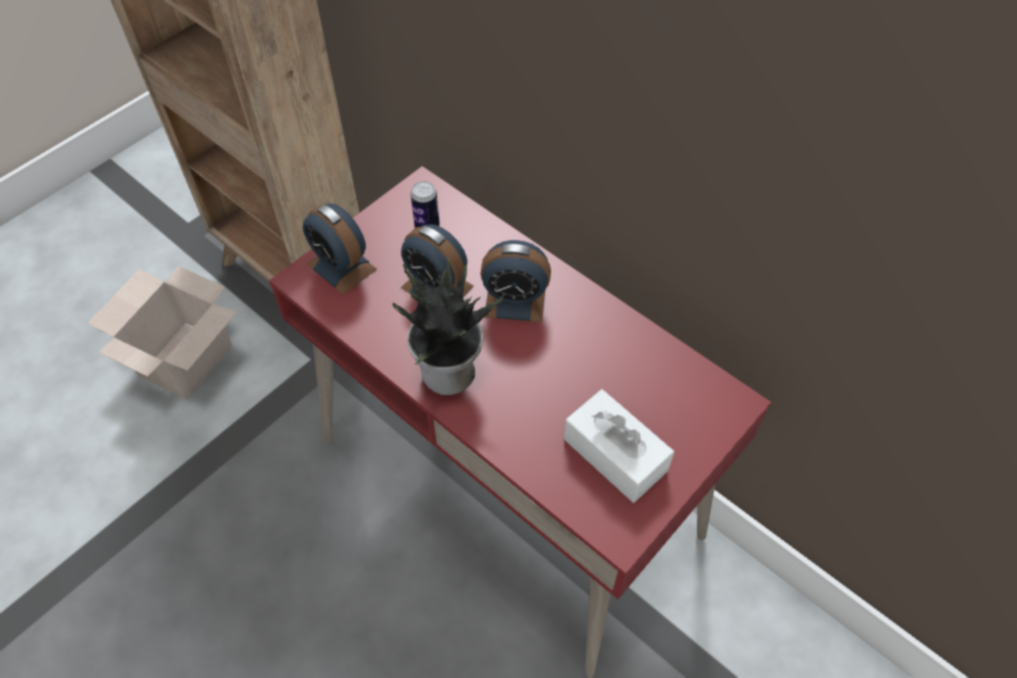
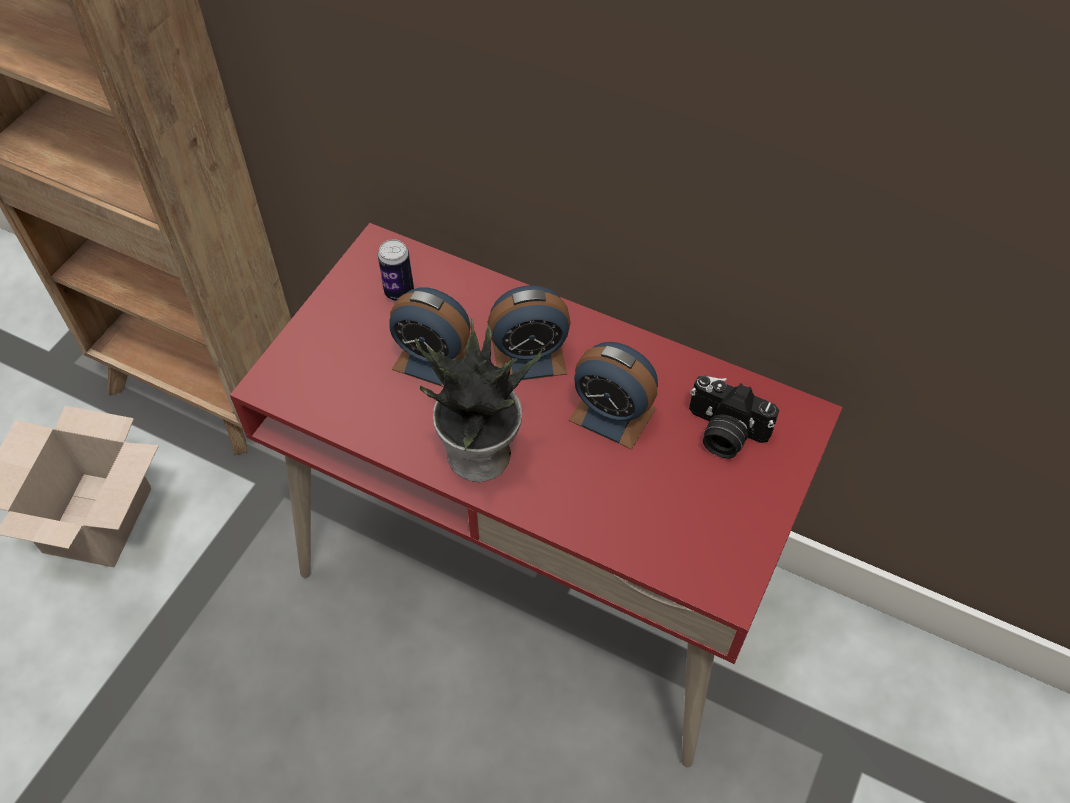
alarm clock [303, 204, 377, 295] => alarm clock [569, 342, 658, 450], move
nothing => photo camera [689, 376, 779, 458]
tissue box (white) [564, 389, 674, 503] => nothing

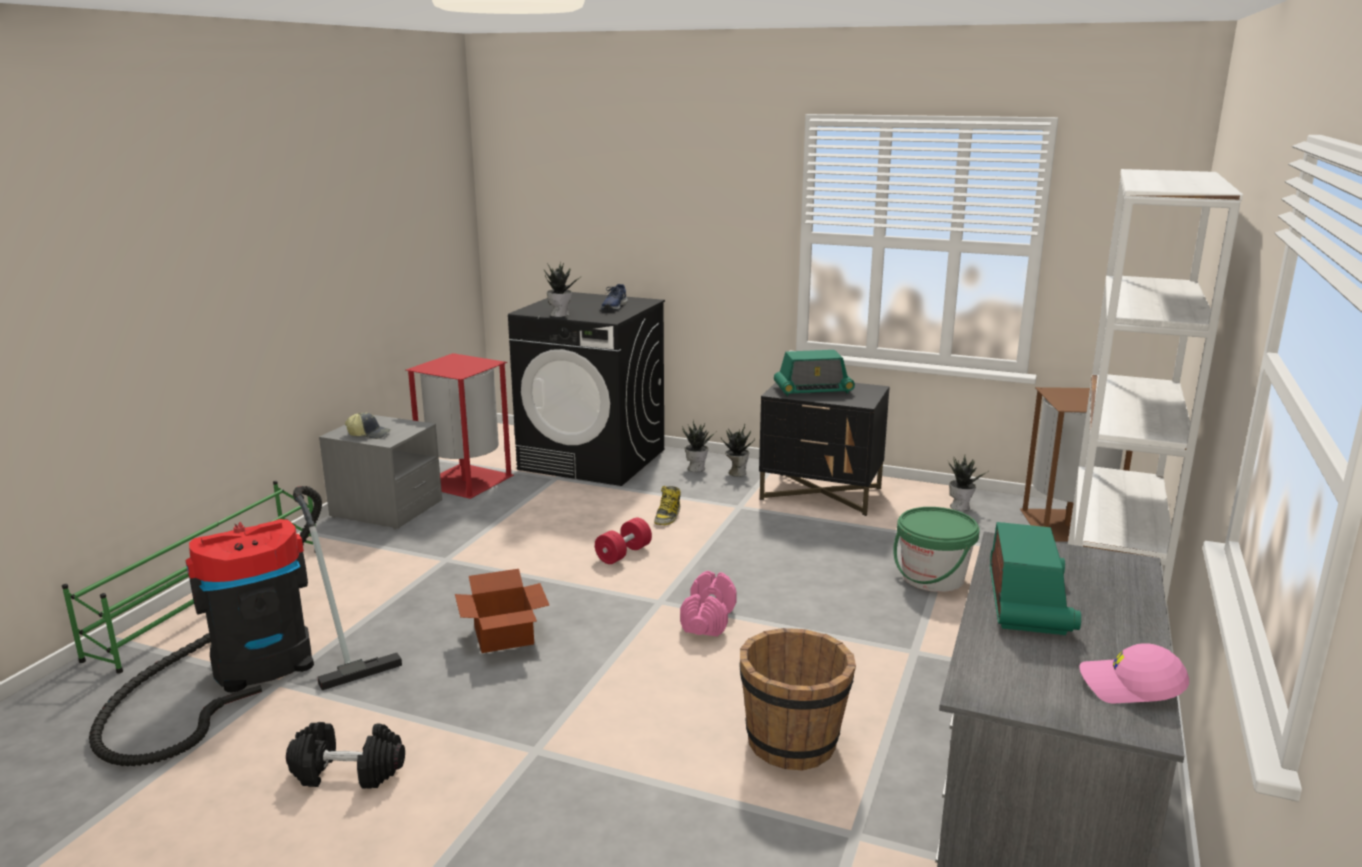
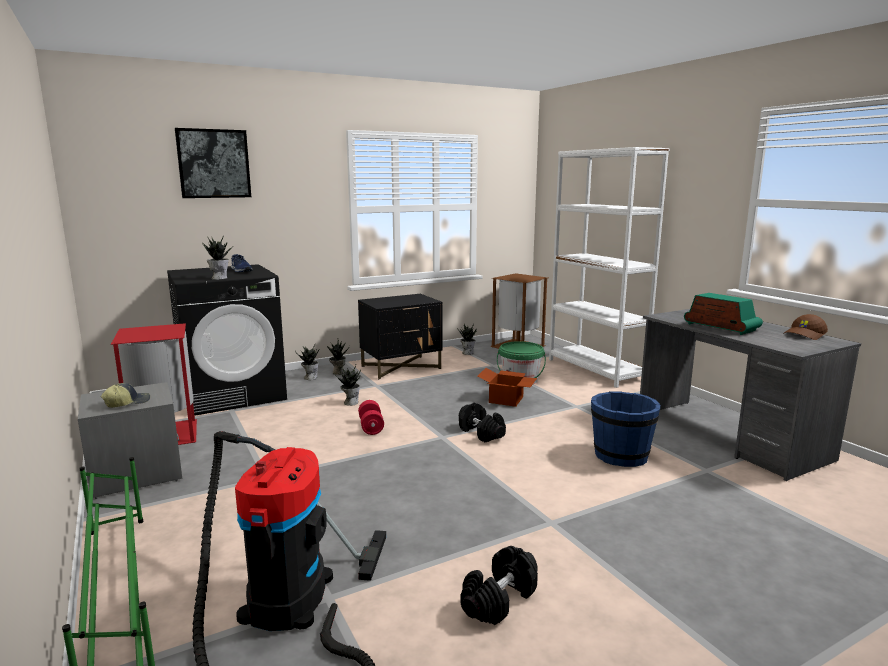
nothing => picture [175, 128, 251, 198]
boot [654, 486, 681, 525] => potted plant [334, 364, 361, 406]
dumbbell (pink) [680, 571, 737, 637] => dumbbell (black) [459, 402, 506, 442]
cardboard box [455, 569, 549, 653] => cardboard box [477, 368, 537, 407], move
bucket (brown) [739, 628, 856, 771] => bucket (blue) [591, 391, 660, 467]
cap (pink) [1080, 643, 1189, 703] => cap (brown) [783, 314, 828, 340]
radio [774, 350, 855, 396] => nothing

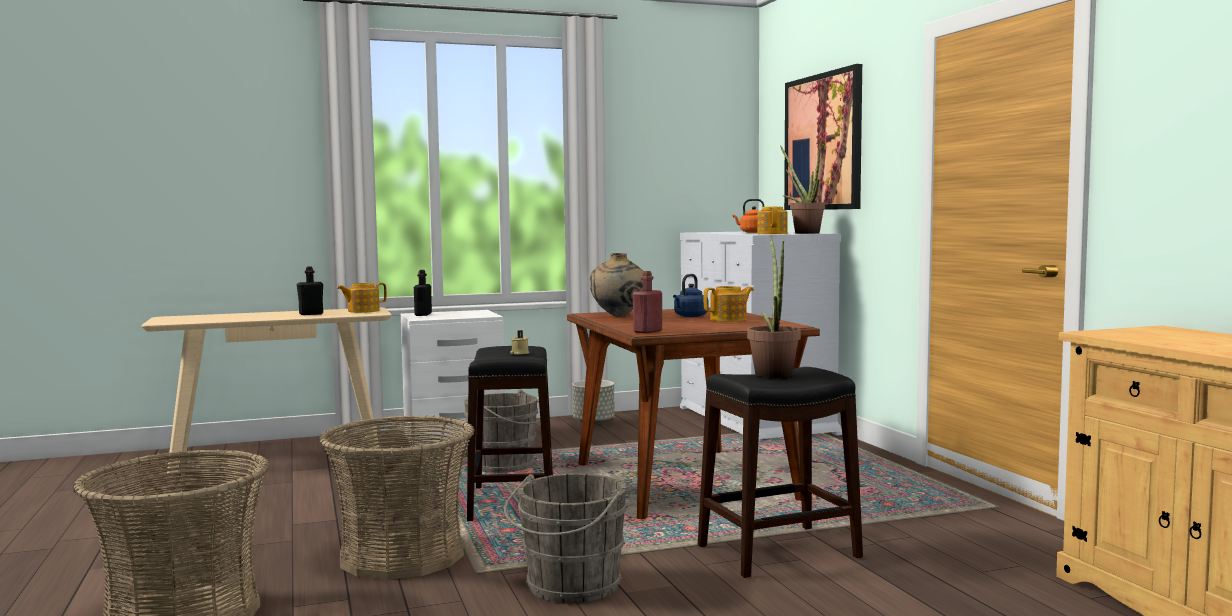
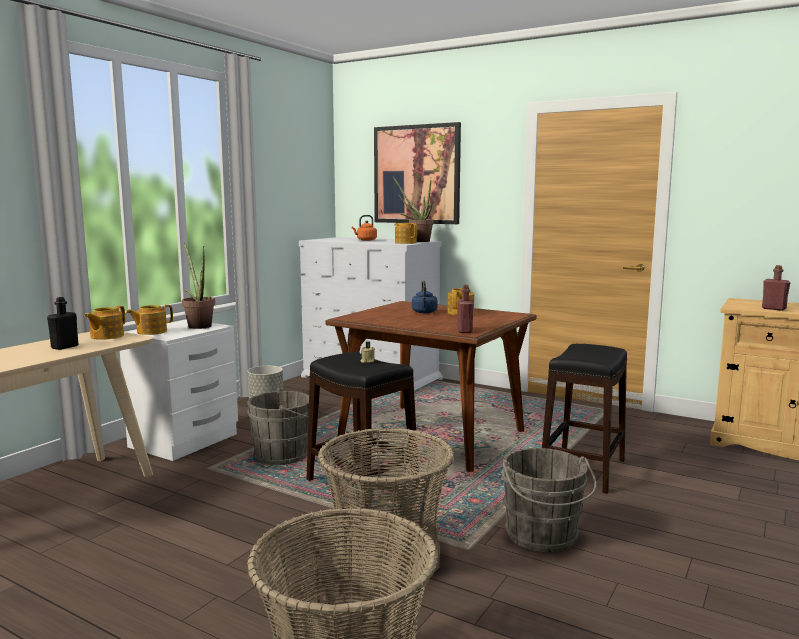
bottle (black) [414, 270, 432, 316] => teapot [126, 305, 173, 335]
potted plant [747, 235, 801, 378] => potted plant [182, 241, 215, 329], move
nothing => bottle (red) [762, 265, 791, 311]
vase (beige) [589, 253, 644, 317] => nothing

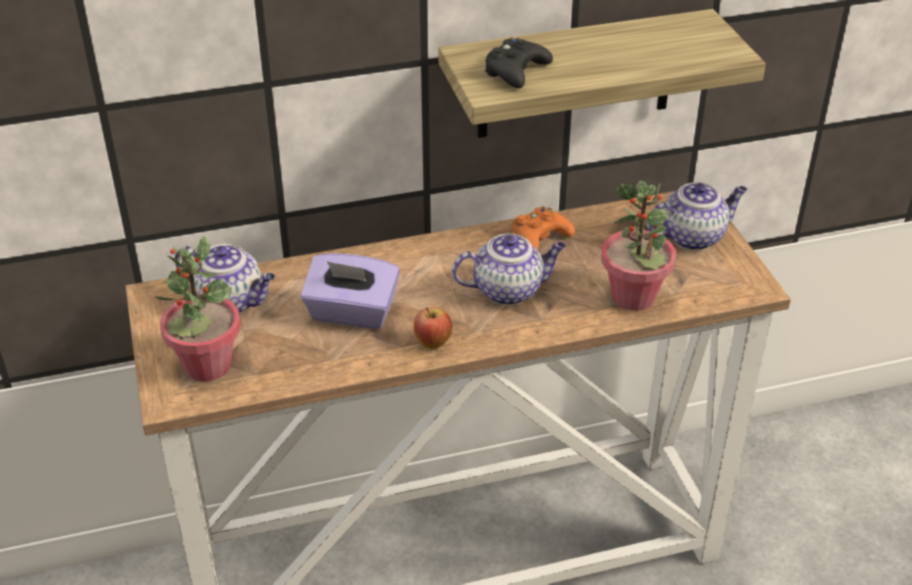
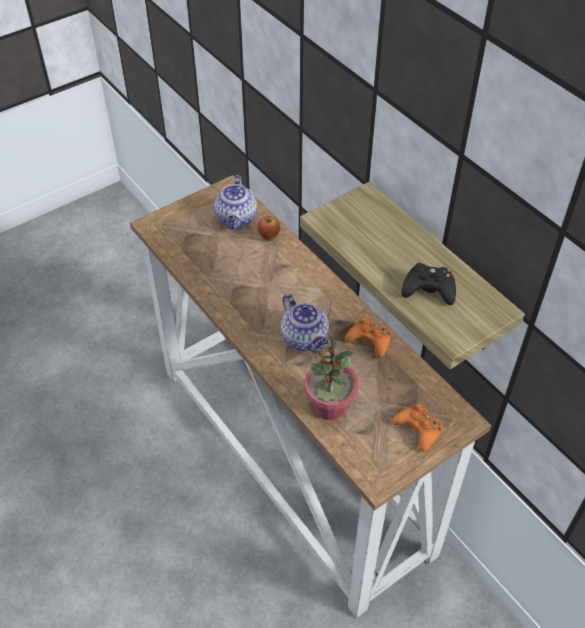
apple [414, 307, 453, 349] => apple [258, 215, 280, 241], move
teapot [647, 182, 747, 251] => game controller (orange) [393, 403, 443, 452]
game controller (black) [485, 37, 553, 88] => game controller (black) [401, 263, 456, 305], move
potted plant [154, 236, 241, 381] => nothing
tissue box (purple) [300, 253, 400, 329] => nothing

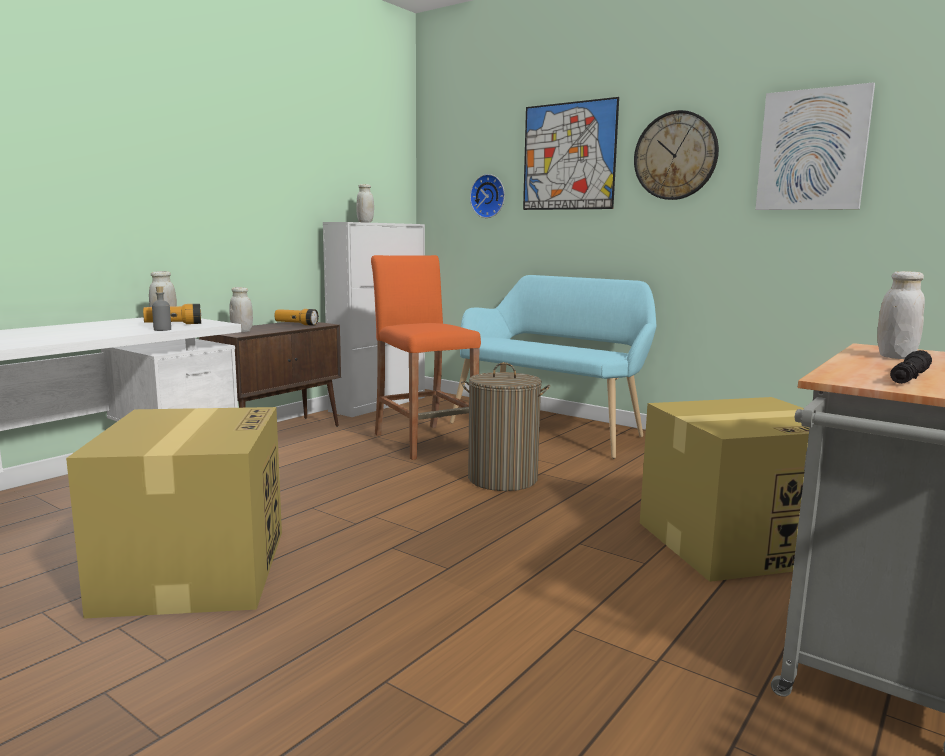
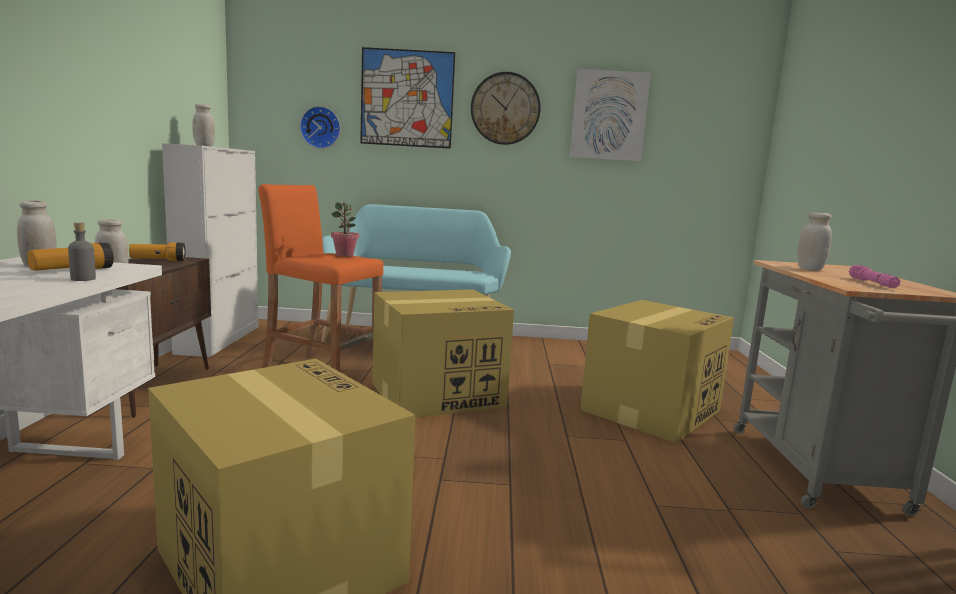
nothing => potted plant [331, 202, 359, 257]
laundry basket [461, 362, 550, 491] => cardboard box [372, 289, 514, 418]
flashlight (black) [890, 350, 932, 384] => flashlight (pink) [849, 265, 900, 288]

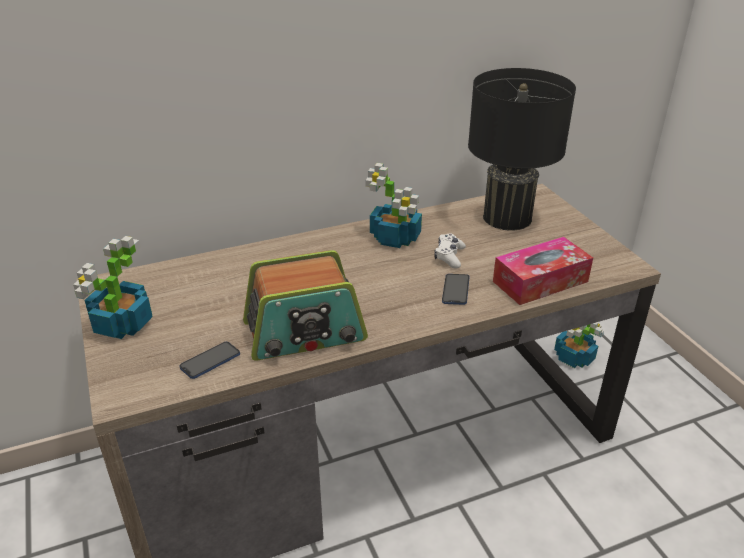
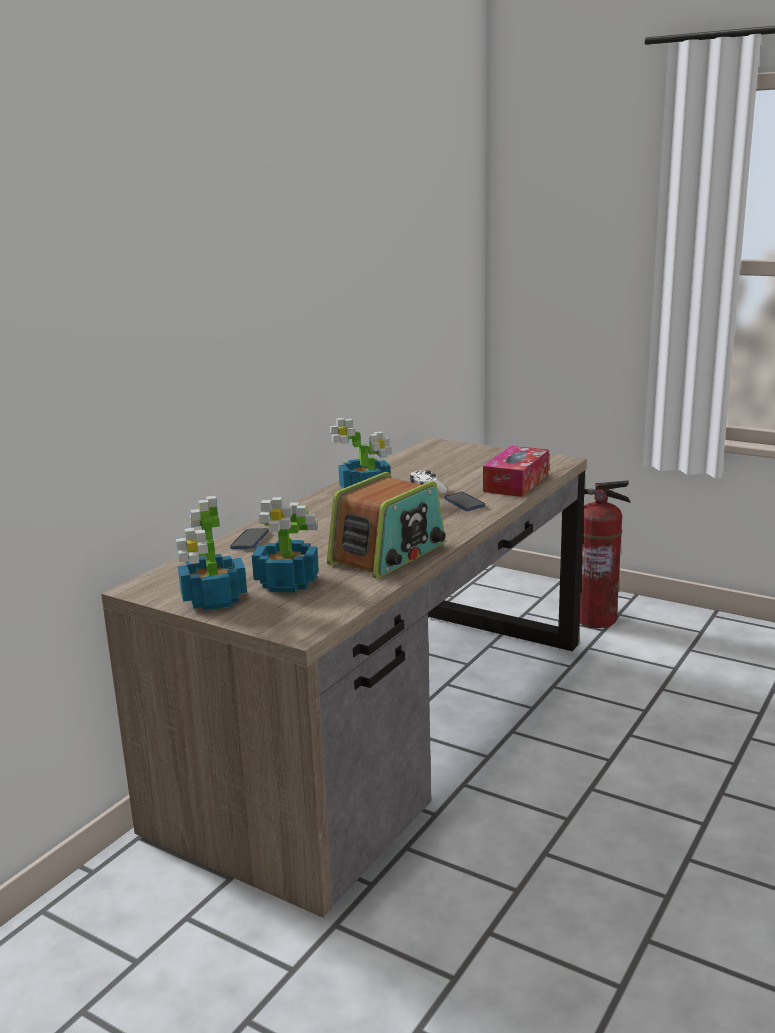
phone [179, 342, 240, 379] => phone [230, 528, 269, 549], move
potted plant [554, 322, 604, 368] => potted plant [252, 497, 319, 592], move
nothing => fire extinguisher [579, 481, 631, 628]
table lamp (black) [468, 68, 576, 231] => nothing

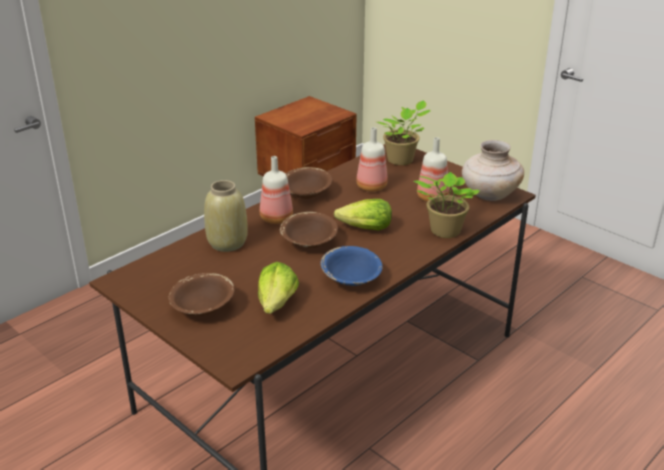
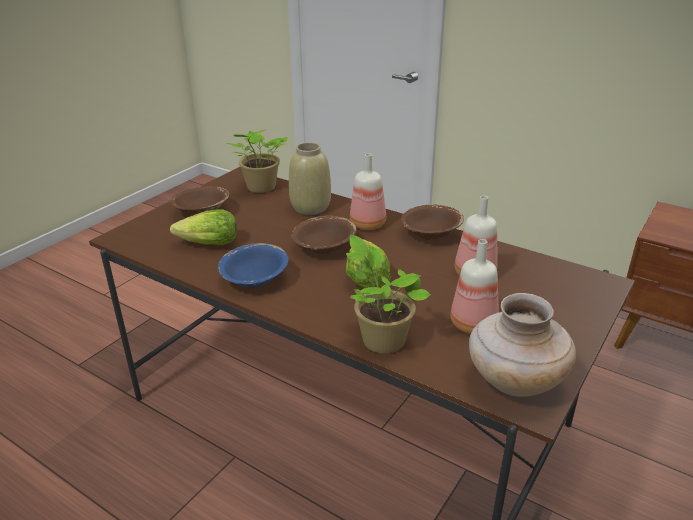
potted plant [377, 100, 430, 165] => potted plant [226, 130, 288, 193], move

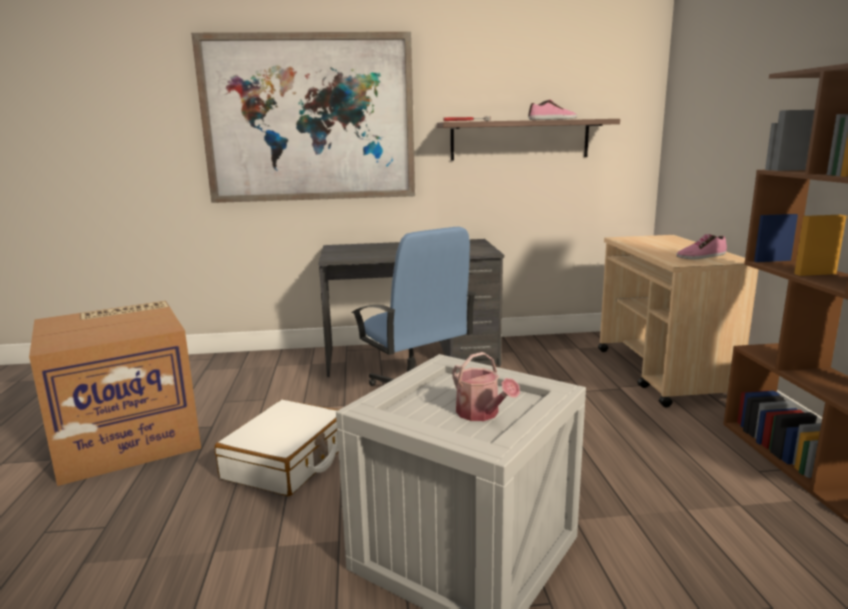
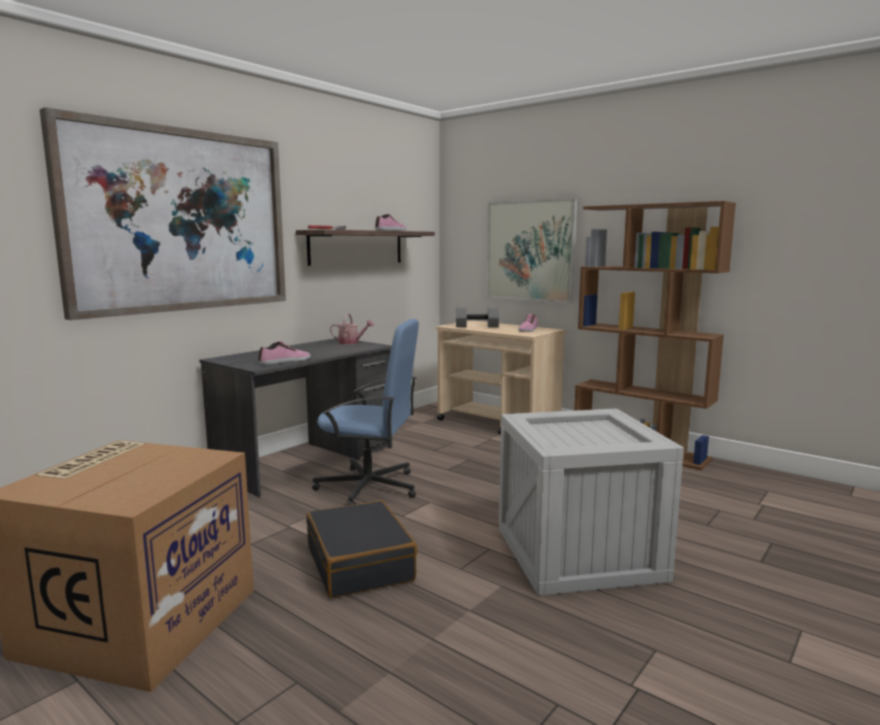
nothing => shoe [258, 342, 311, 365]
suitcase (white) [214, 400, 338, 496] => suitcase (black) [306, 500, 417, 598]
watering can [452, 352, 520, 421] => watering can [330, 314, 374, 344], move
nothing => dumbbell (grey) [456, 307, 499, 327]
nothing => picture [486, 198, 577, 303]

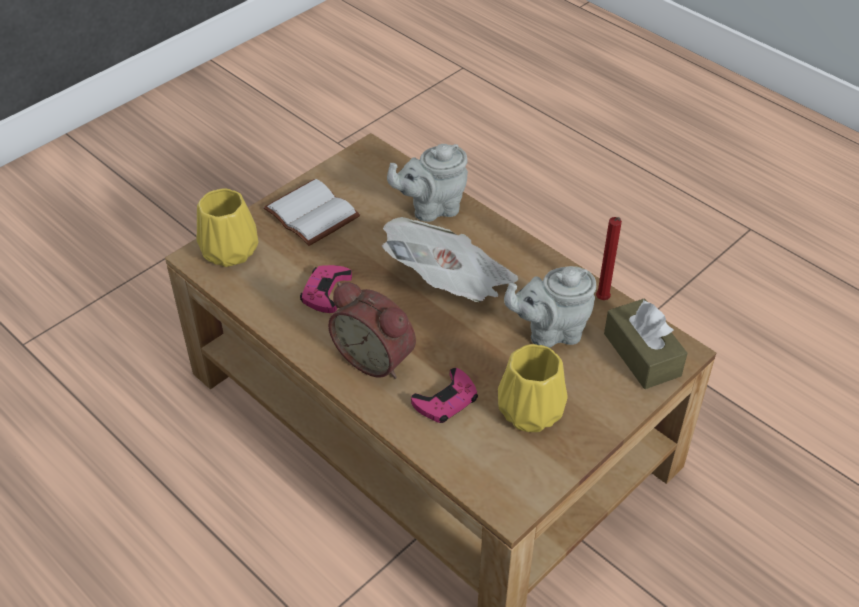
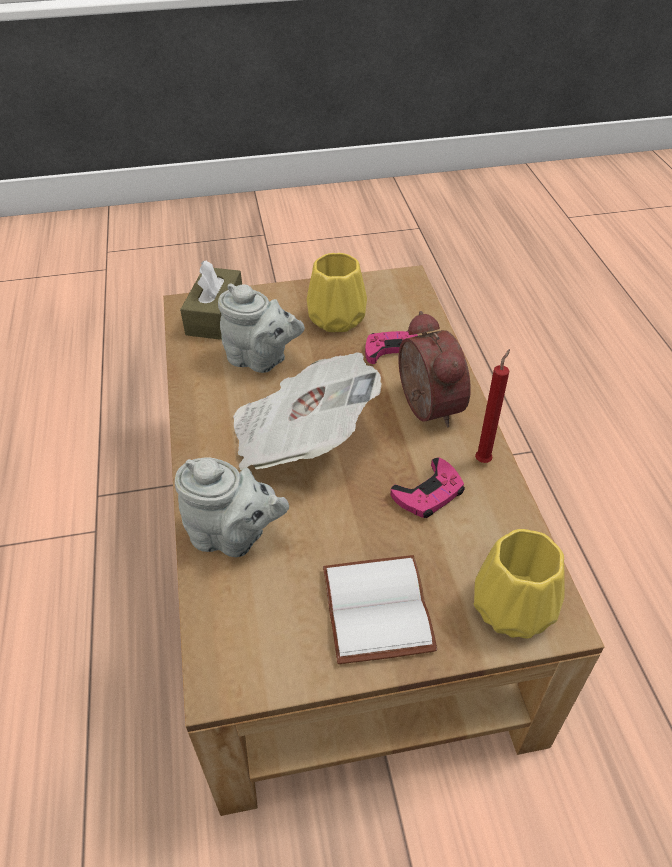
candle (red) [596, 217, 622, 300] => candle (red) [475, 349, 510, 463], move

